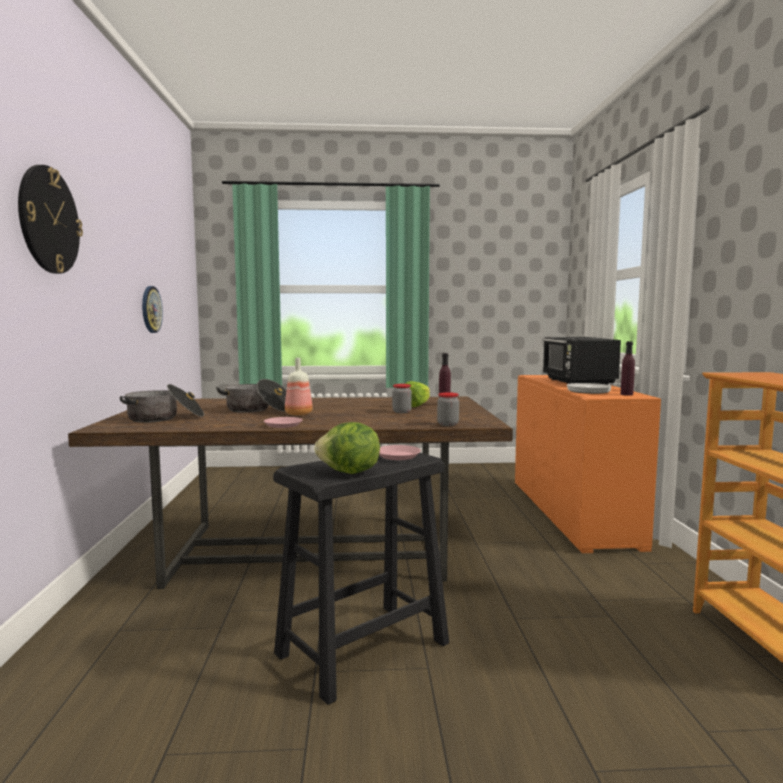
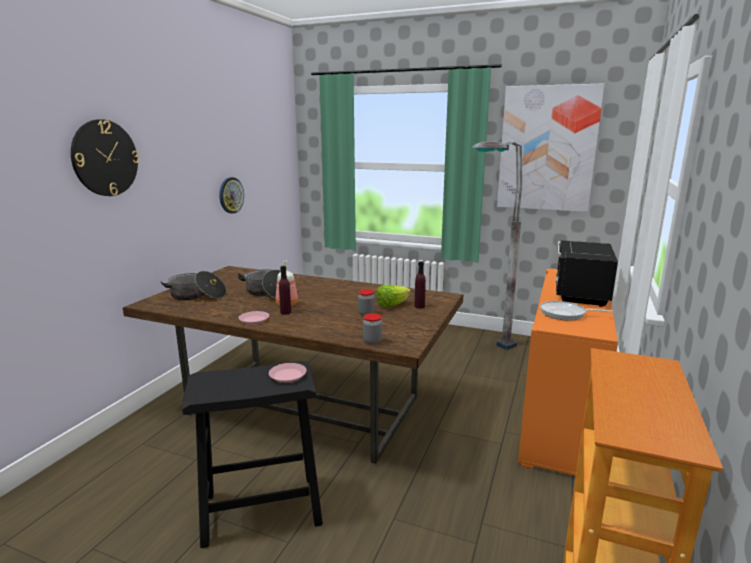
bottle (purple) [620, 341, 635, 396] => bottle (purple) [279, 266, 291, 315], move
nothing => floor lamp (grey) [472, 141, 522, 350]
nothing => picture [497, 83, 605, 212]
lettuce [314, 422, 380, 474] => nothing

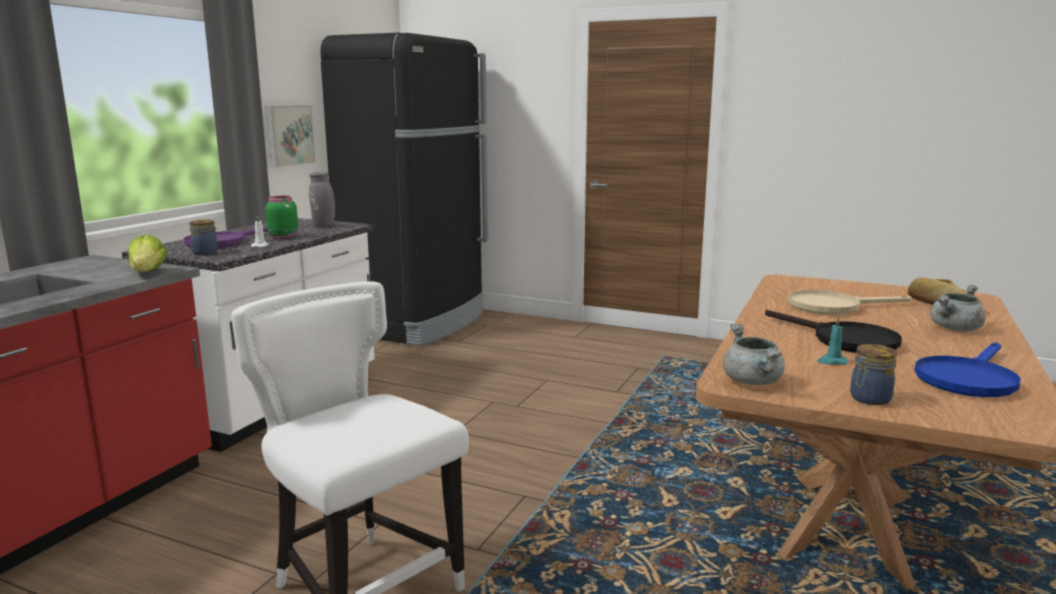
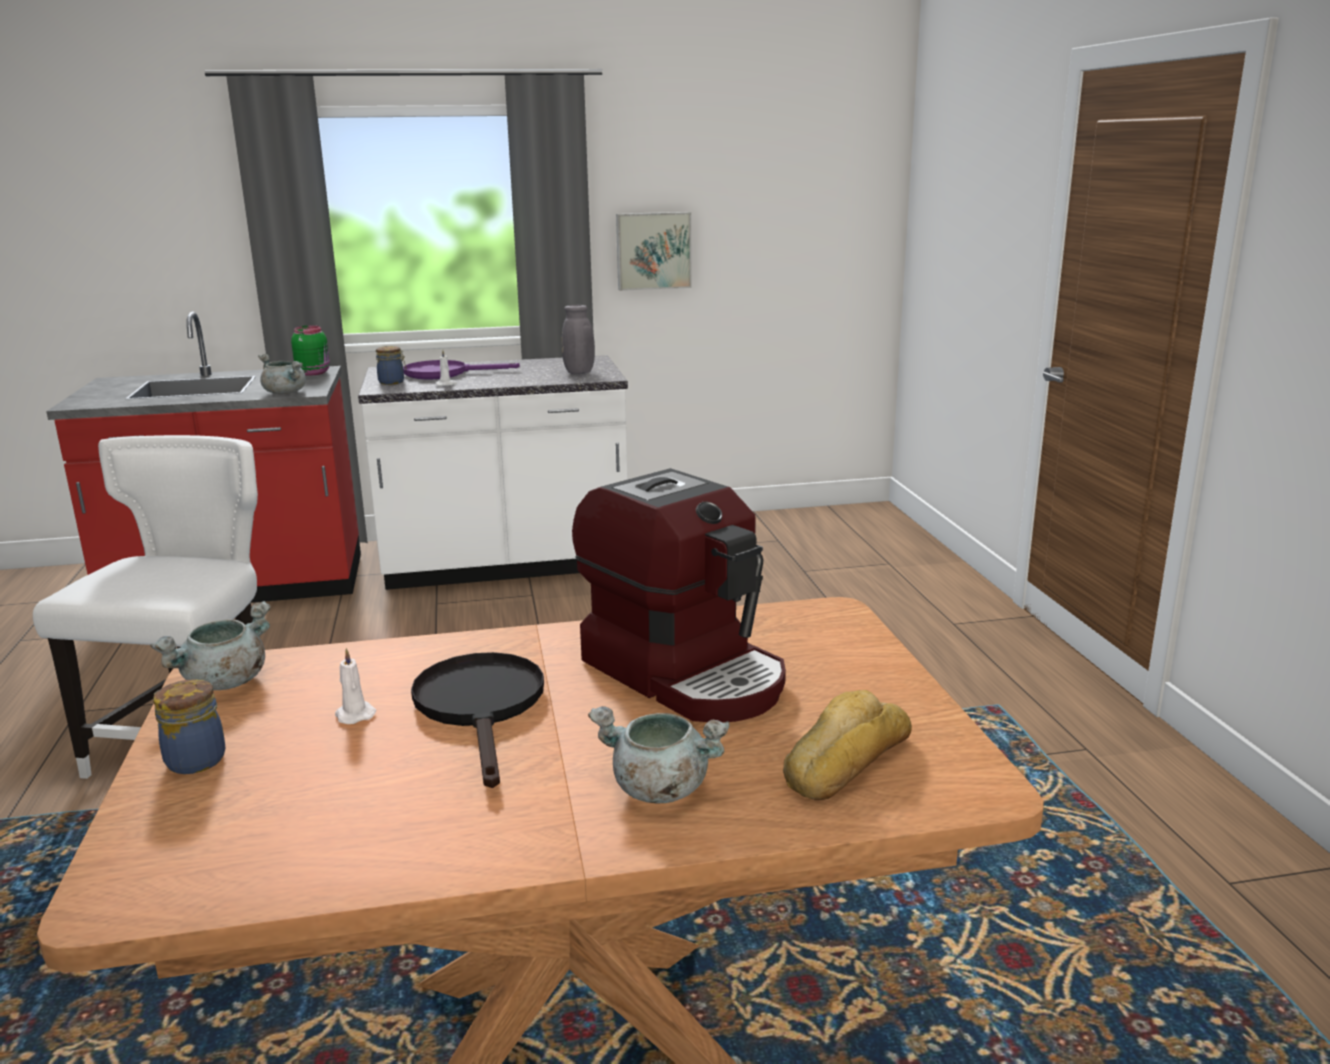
lettuce [128, 235, 167, 272] => cooking pot (grey) [258, 354, 306, 394]
jar (green) [265, 196, 298, 239] => jar (green) [291, 325, 330, 375], move
candle (turquoise) [817, 317, 848, 365] => candle (white) [335, 648, 376, 724]
frying pan (black) [765, 310, 902, 353] => frying pan (black) [411, 652, 544, 788], 150 degrees clockwise
frying pan (beige) [788, 290, 911, 315] => coffee machine [572, 468, 786, 722]
fridge (black) [320, 33, 488, 346] => nothing
frying pan (blue) [914, 343, 1021, 397] => nothing

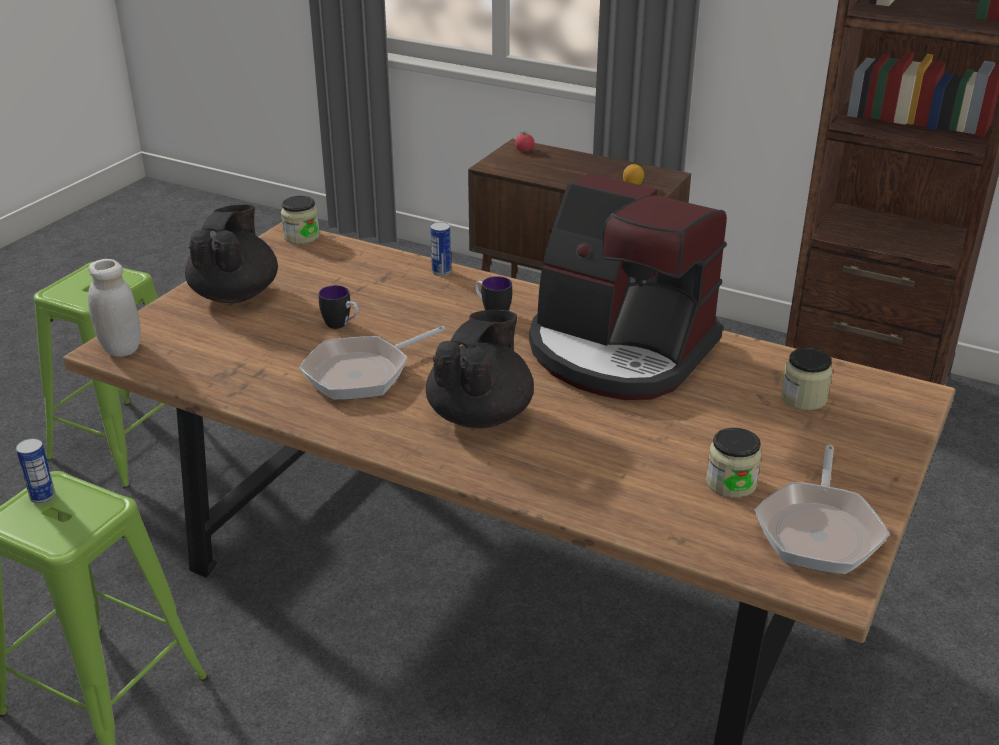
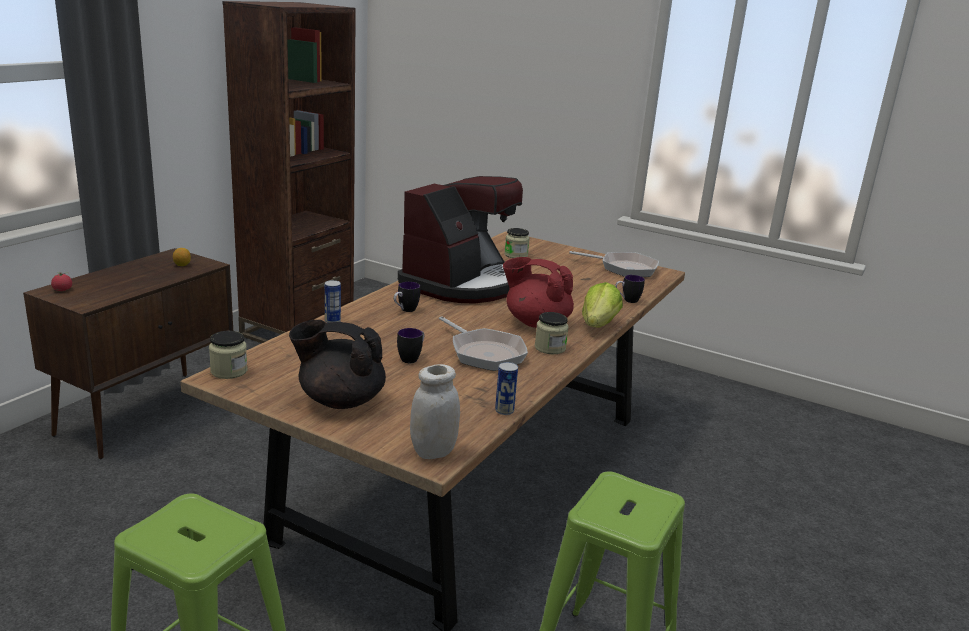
can [16, 438, 55, 504] => can [495, 362, 518, 415], move
teapot (black) [426, 310, 534, 428] => teapot (red) [503, 257, 574, 328]
jar [706, 428, 762, 498] => jar [535, 312, 568, 354], move
nothing => lettuce [582, 282, 623, 328]
nothing => mug [615, 275, 645, 303]

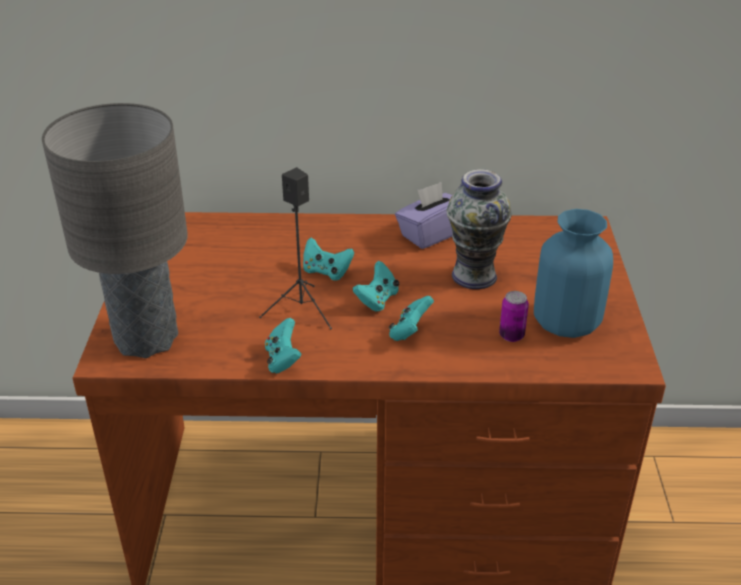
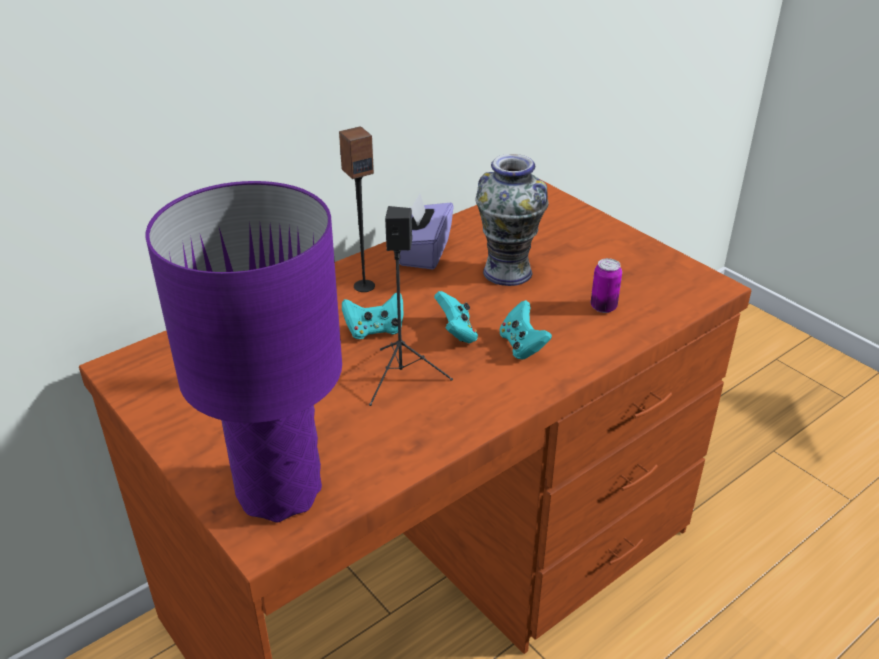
table lamp (grey) [42, 103, 188, 358] => table lamp (purple) [146, 181, 342, 523]
nothing => speaker [339, 126, 375, 292]
game controller (turquoise) [265, 318, 302, 374] => nothing
vase (blue) [534, 209, 613, 338] => nothing

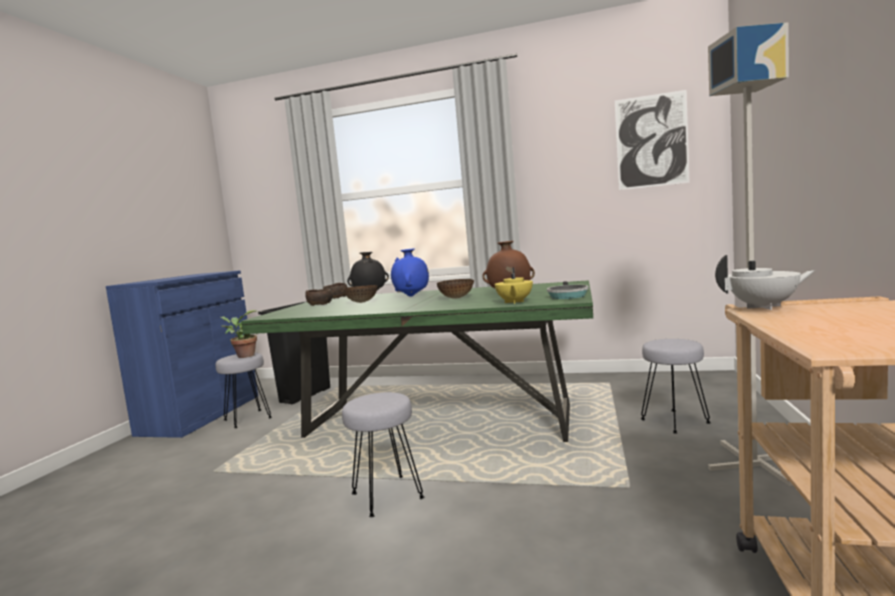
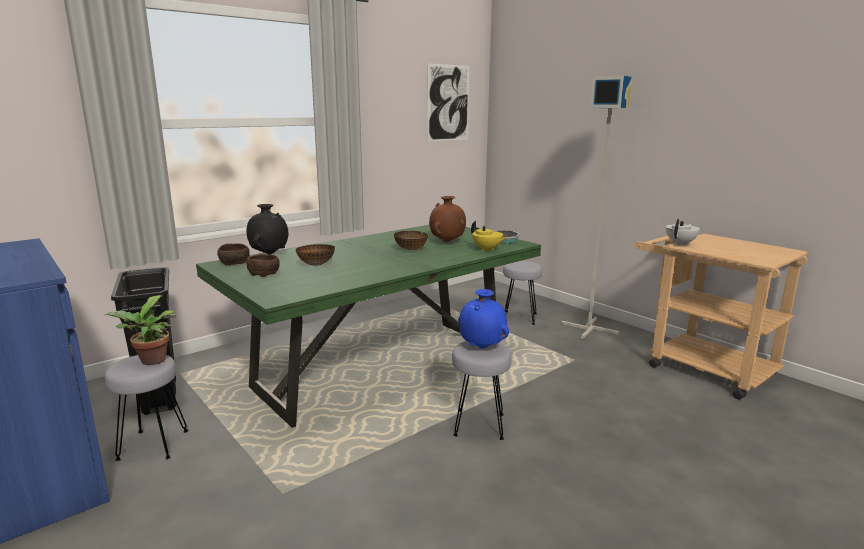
vase (blue) [391, 248, 429, 297] => vase (blue) [458, 289, 509, 348], move

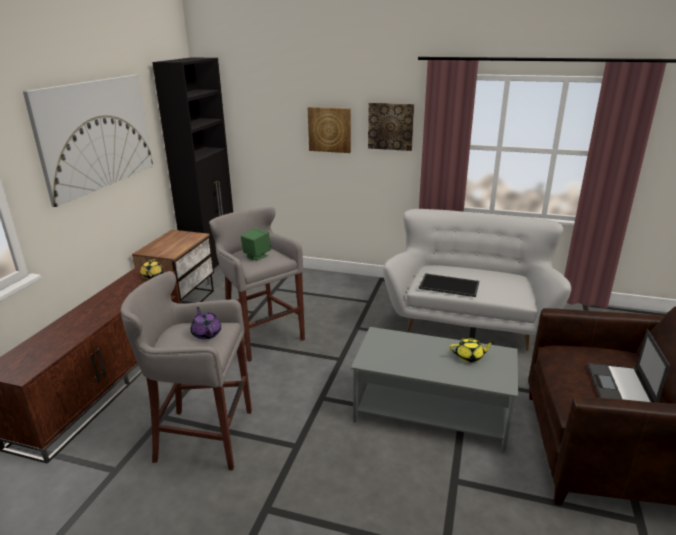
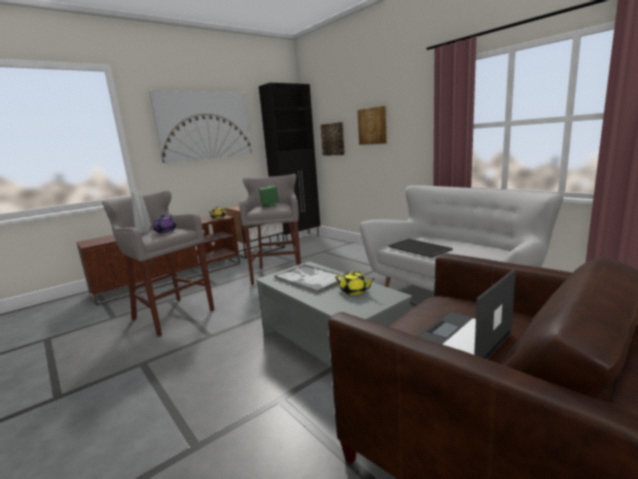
nothing => vase (grey) [131, 191, 151, 233]
nothing => tray [274, 264, 342, 294]
picture [368, 103, 414, 151] => picture [320, 122, 345, 156], move

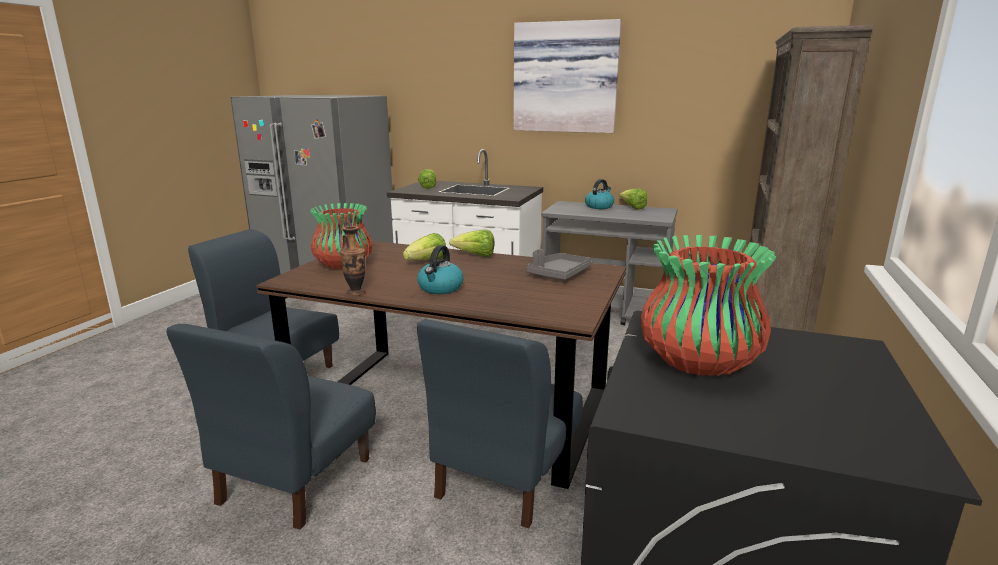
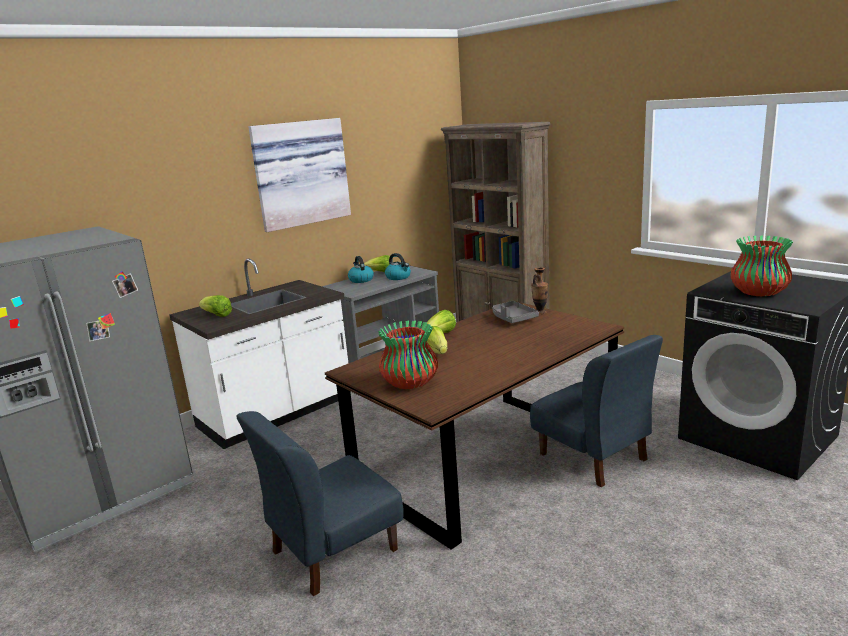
kettle [417, 245, 463, 294] => kettle [385, 253, 411, 280], move
vase [340, 226, 366, 296] => vase [531, 267, 548, 314], move
chair (blue) [167, 324, 376, 530] => nothing

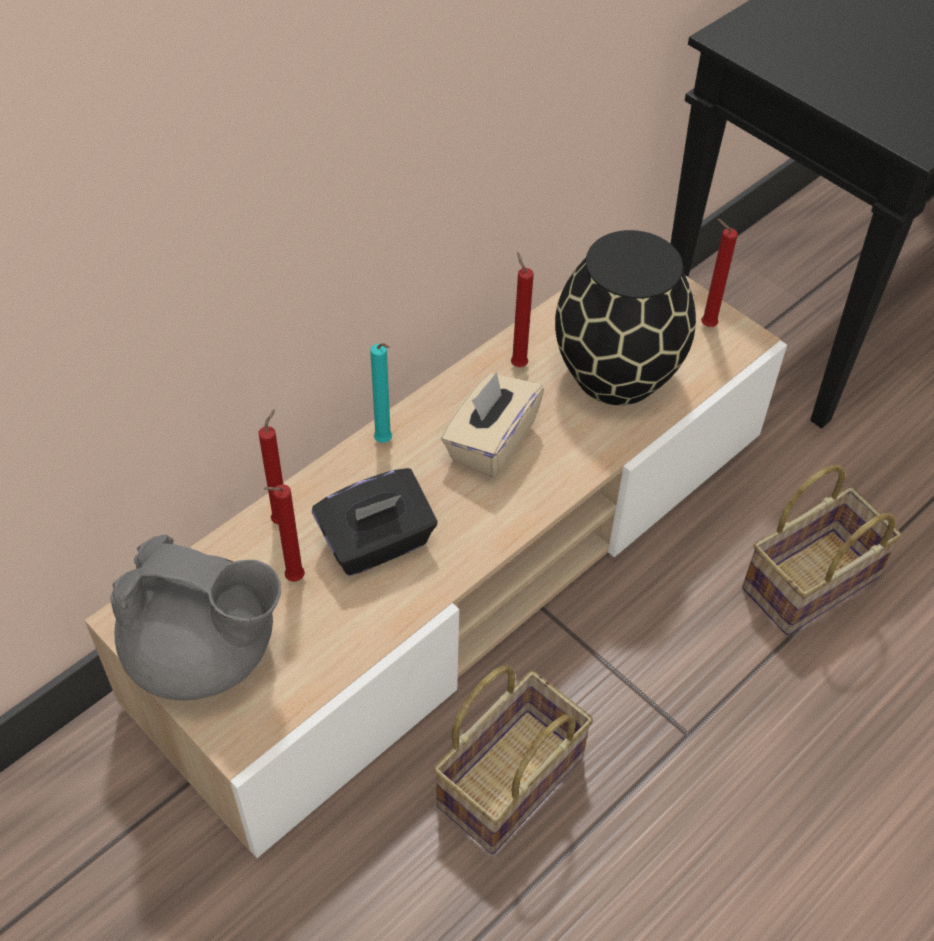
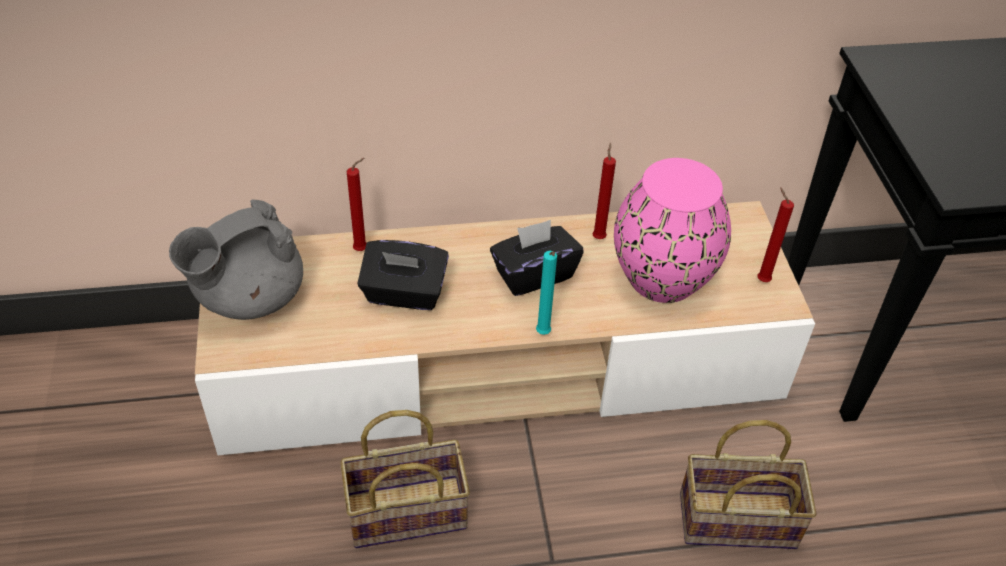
teapot (grey) [110, 535, 281, 700] => teapot (grey) [169, 200, 303, 320], 90 degrees clockwise
tissue box (beige) [441, 372, 544, 478] => tissue box (black) [490, 220, 584, 296]
candle (turquoise) [370, 343, 392, 443] => candle (turquoise) [536, 251, 557, 335], move
vase (black) [555, 230, 696, 405] => vase (pink) [614, 158, 731, 303]
candle (red) [264, 484, 305, 582] => nothing

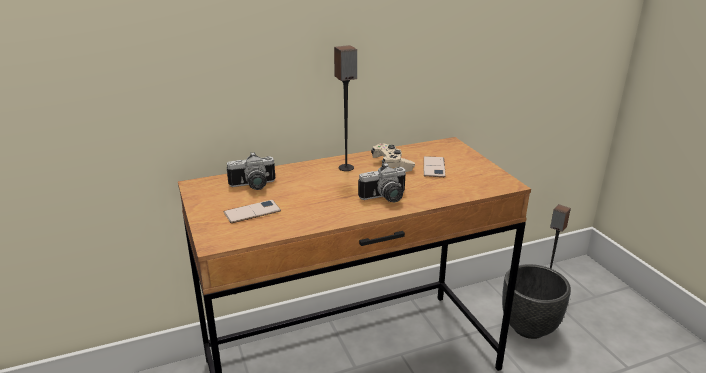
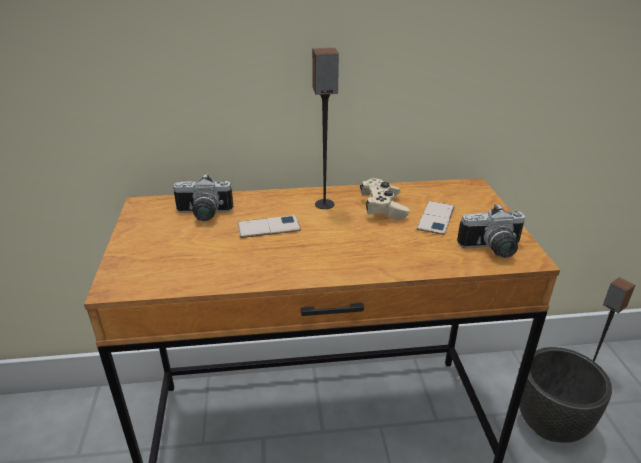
phone [224, 200, 281, 223] => phone [237, 215, 301, 238], move
photo camera [358, 162, 406, 202] => photo camera [457, 204, 525, 258], move

